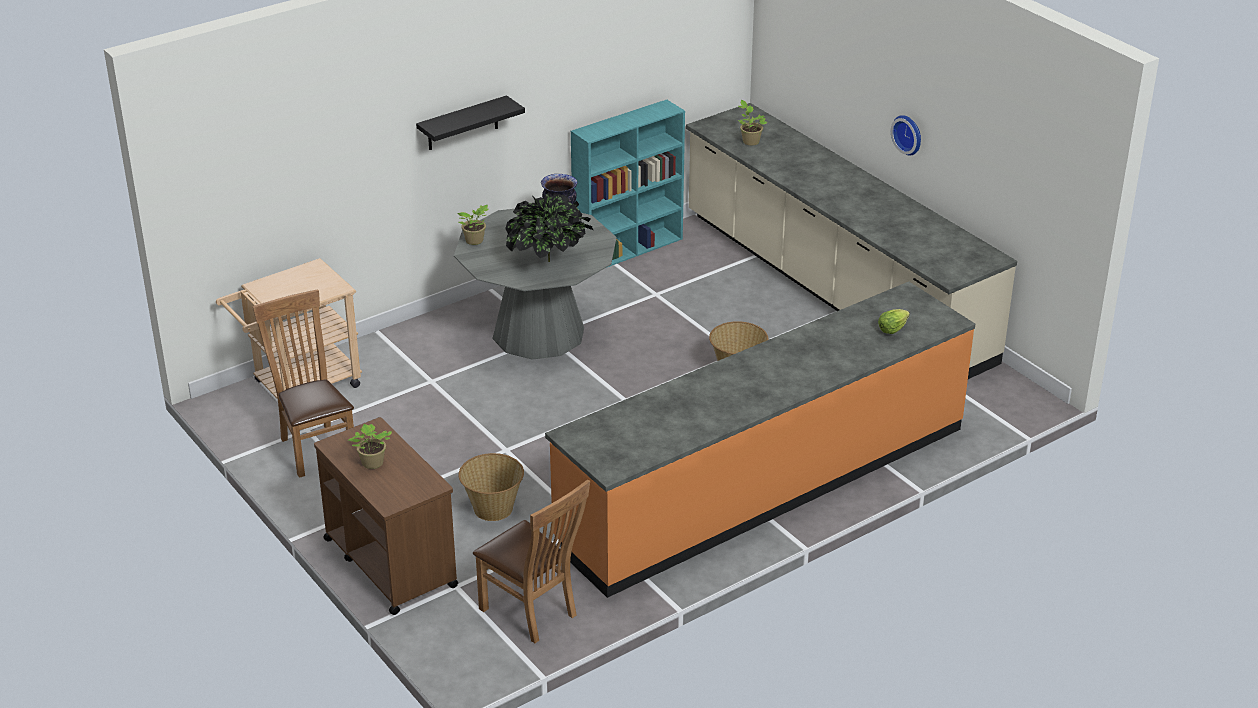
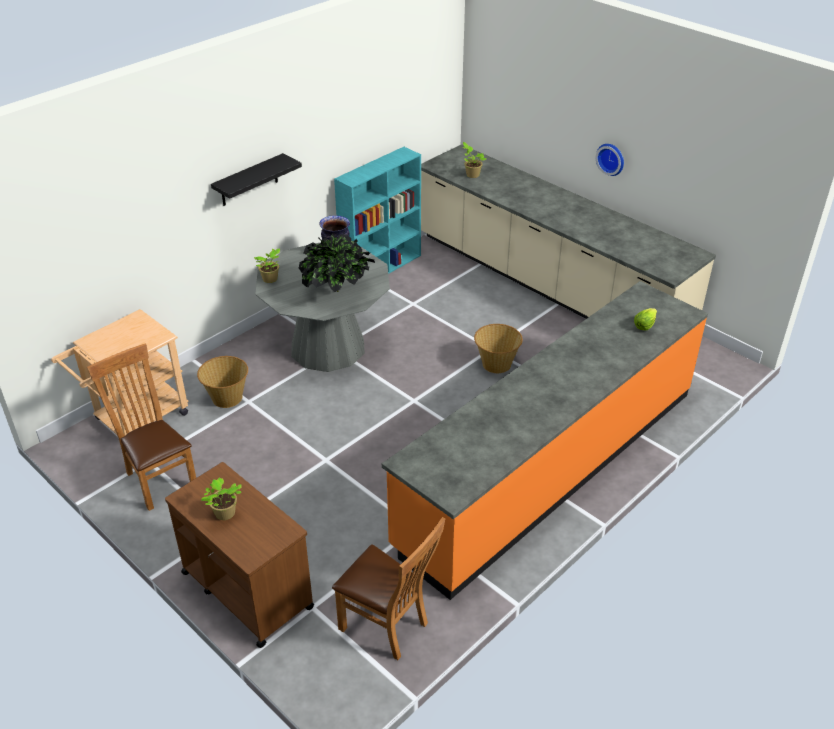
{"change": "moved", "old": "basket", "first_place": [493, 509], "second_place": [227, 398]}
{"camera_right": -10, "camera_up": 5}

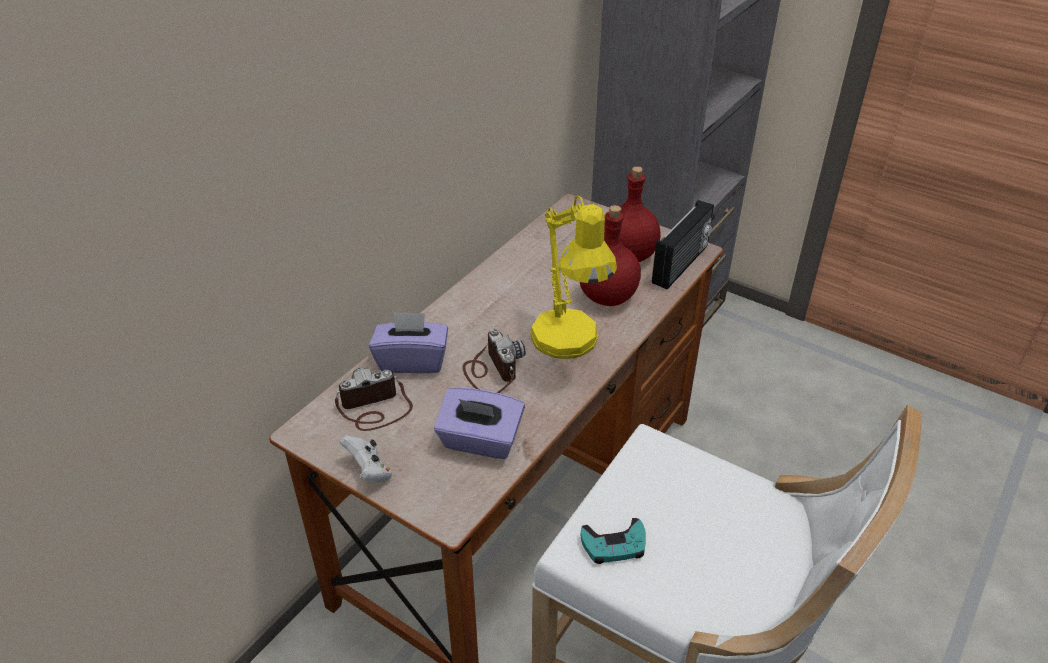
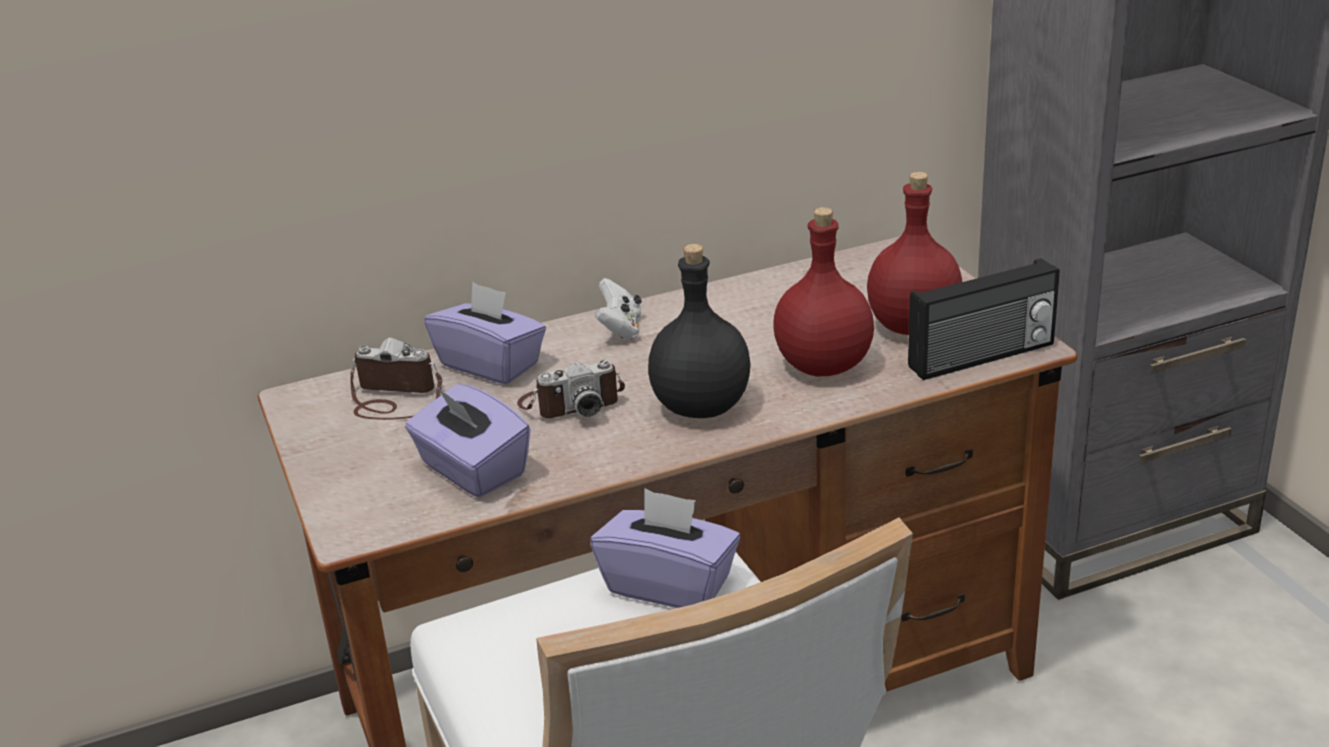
{"change": "replaced", "old": "yellowish lamp for a table", "new": "blackish drink bottle", "first_place": [569, 346], "second_place": [702, 406]}
{"change": "turned", "old": "still camera", "first_place": [491, 371], "second_place": [572, 402], "degrees": 60}
{"change": "moved", "old": "white game controller", "first_place": [369, 471], "second_place": [620, 329]}
{"change": "removed", "old": "blue-green game controller", "first_place": [614, 545]}
{"change": "added", "new": "purple-coloured tissue holder", "second_place": [669, 585]}
{"camera_right": 35, "camera_up": -10}

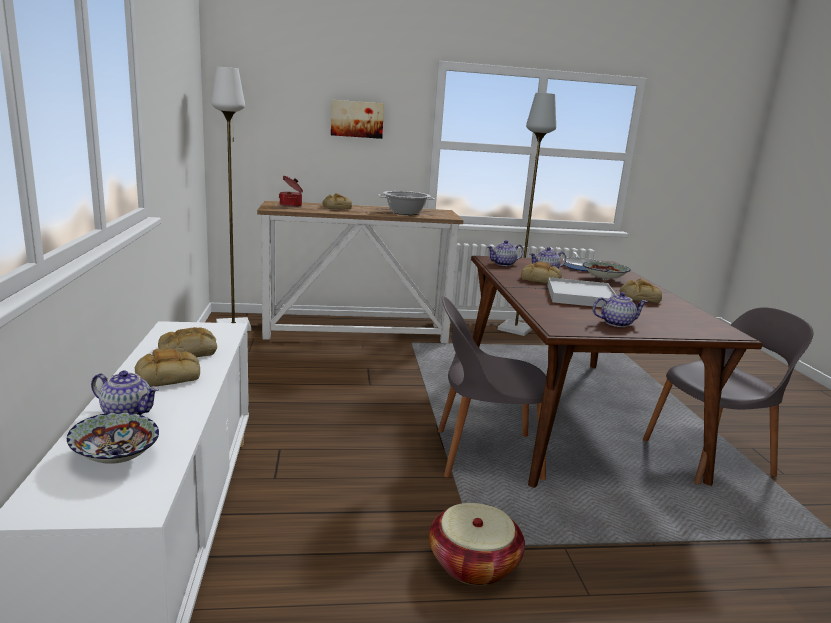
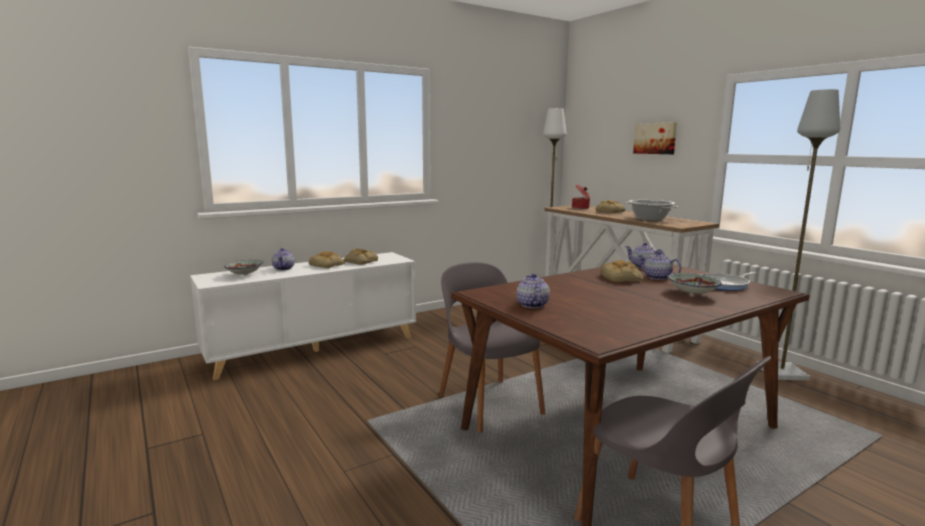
{"change": "removed", "old": "white tray", "first_place": [580, 297]}
{"change": "removed", "old": "bakery bread", "first_place": [639, 297]}
{"change": "turned", "old": "teapot", "first_place": [616, 323], "second_place": [531, 305], "degrees": -150}
{"change": "removed", "old": "basket", "first_place": [473, 563]}
{"camera_right": 65, "camera_up": -5}

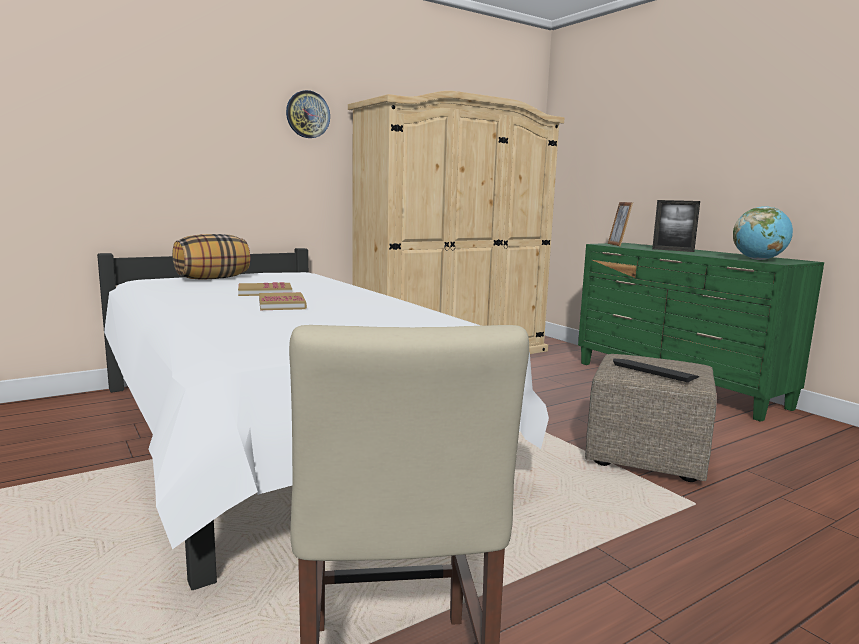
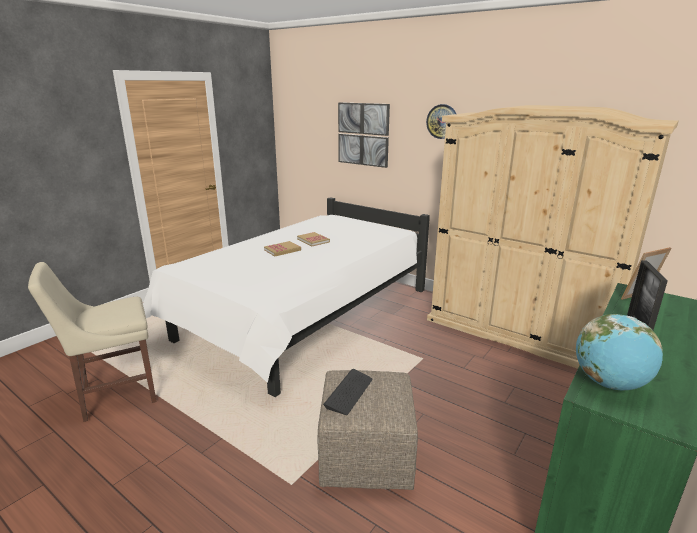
{"change": "removed", "old": "pillow", "first_place": [213, 279]}
{"change": "added", "new": "wall picture", "second_place": [363, 134]}
{"camera_right": 70, "camera_up": 10}

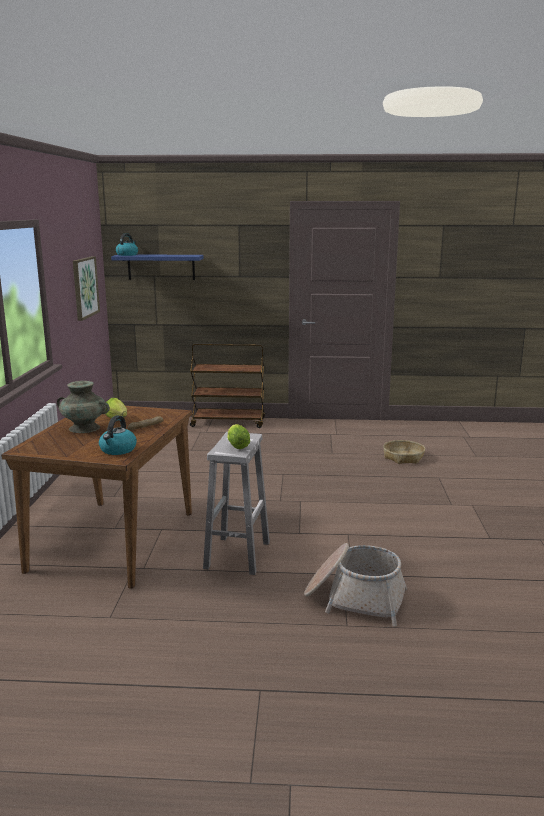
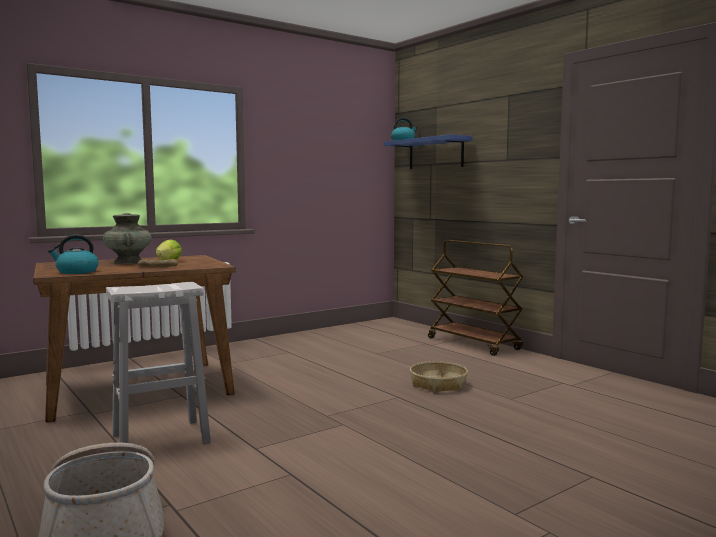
{"change": "removed", "old": "wall picture", "first_place": [84, 287]}
{"change": "removed", "old": "lettuce", "first_place": [237, 446]}
{"change": "moved", "old": "basket", "first_place": [403, 457], "second_place": [438, 384]}
{"camera_right": 50, "camera_up": -10}

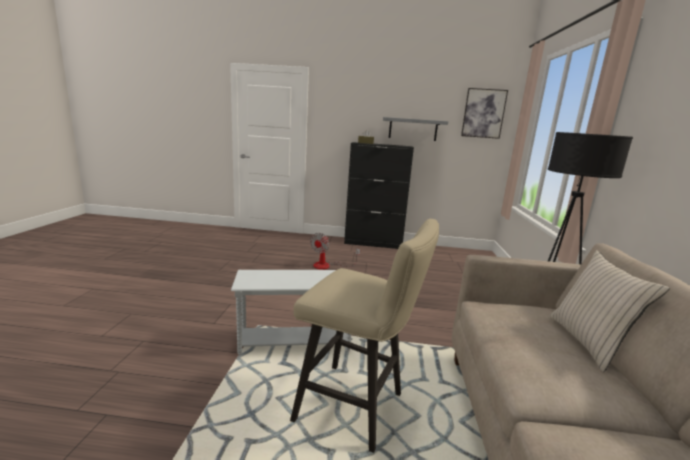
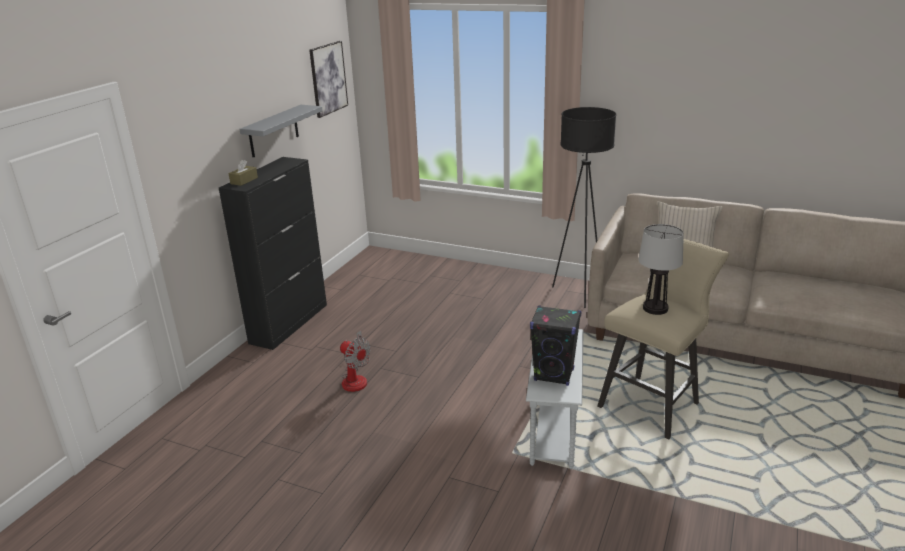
{"change": "added", "new": "lamp for a table", "second_place": [654, 308]}
{"change": "added", "new": "blackish speaker", "second_place": [554, 375]}
{"camera_right": -70, "camera_up": 10}

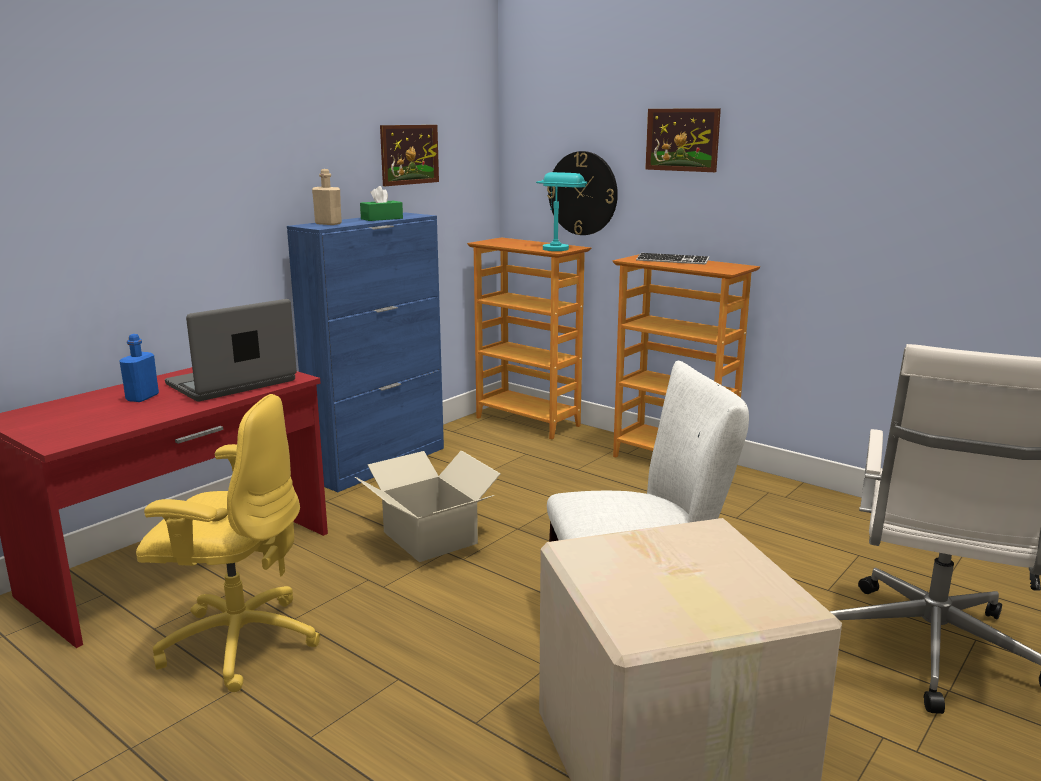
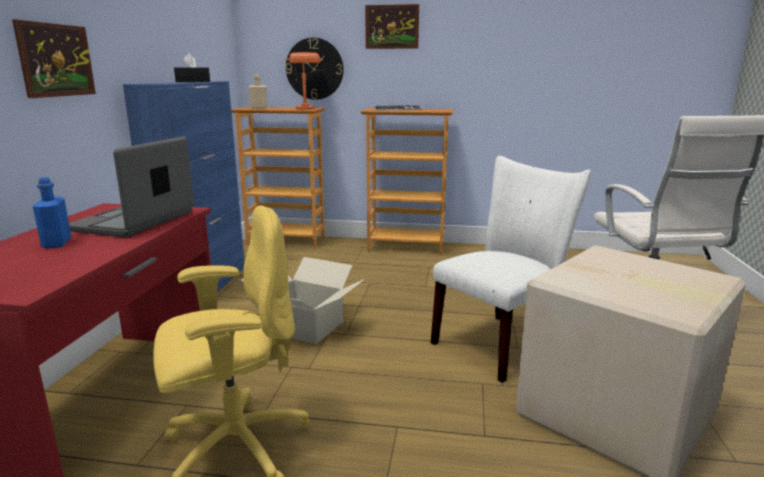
{"change": "moved", "old": "wall picture", "first_place": [409, 154], "second_place": [56, 60]}
{"change": "moved", "old": "sand-coloured drink bottle", "first_place": [328, 224], "second_place": [258, 108]}
{"change": "recoloured", "old": "blue-green lamp for a table", "new": "orange lamp for a table", "first_place": [559, 248], "second_place": [305, 108]}
{"change": "recoloured", "old": "greenish tissue holder", "new": "blackish tissue holder", "first_place": [382, 218], "second_place": [193, 81]}
{"camera_right": -30, "camera_up": 0}

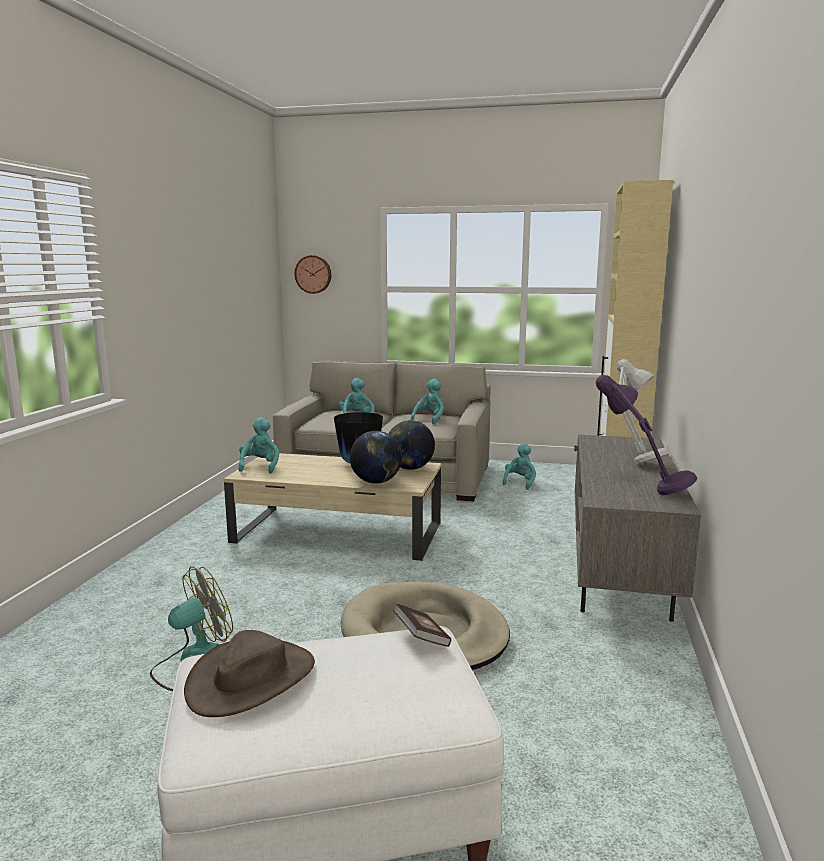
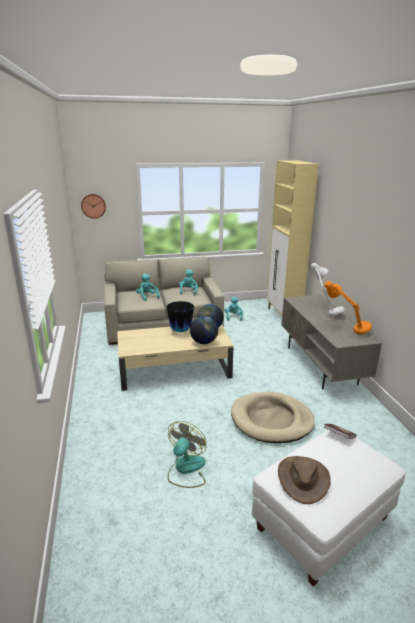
{"change": "recoloured", "old": "purple-coloured lamp for a table", "new": "orange lamp for a table", "first_place": [640, 486], "second_place": [344, 330]}
{"change": "removed", "old": "blue-green soft toy", "first_place": [260, 467]}
{"camera_right": -25, "camera_up": 10}

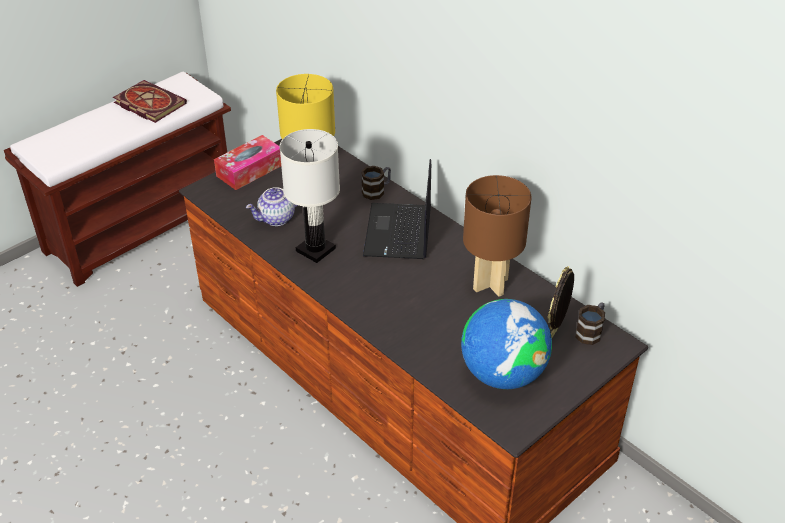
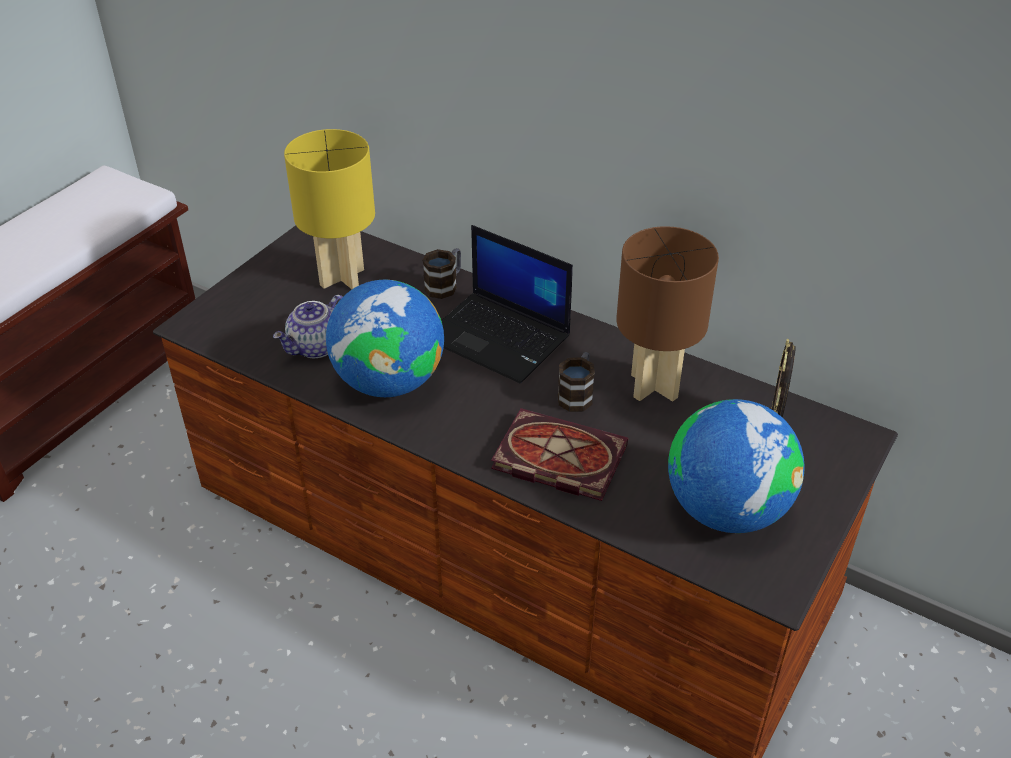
{"change": "moved", "old": "bound book", "first_place": [148, 104], "second_place": [555, 458]}
{"change": "replaced", "old": "white lamp for a table", "new": "desk globe", "first_place": [315, 250], "second_place": [388, 382]}
{"change": "removed", "old": "tissue holder", "first_place": [250, 170]}
{"change": "turned", "old": "notebook computer", "first_place": [399, 233], "second_place": [499, 337], "degrees": -45}
{"change": "moved", "old": "mug", "first_place": [590, 331], "second_place": [577, 394]}
{"camera_right": -15, "camera_up": 0}

